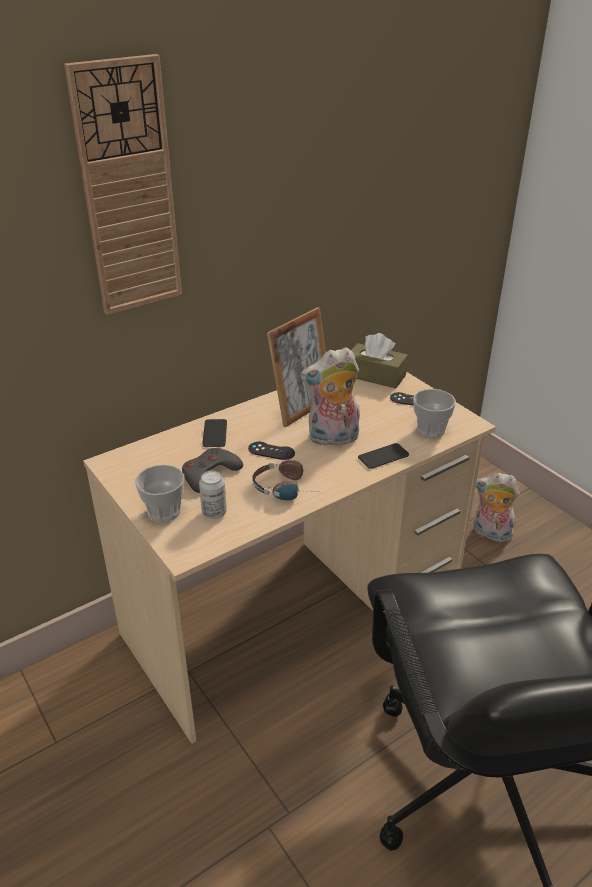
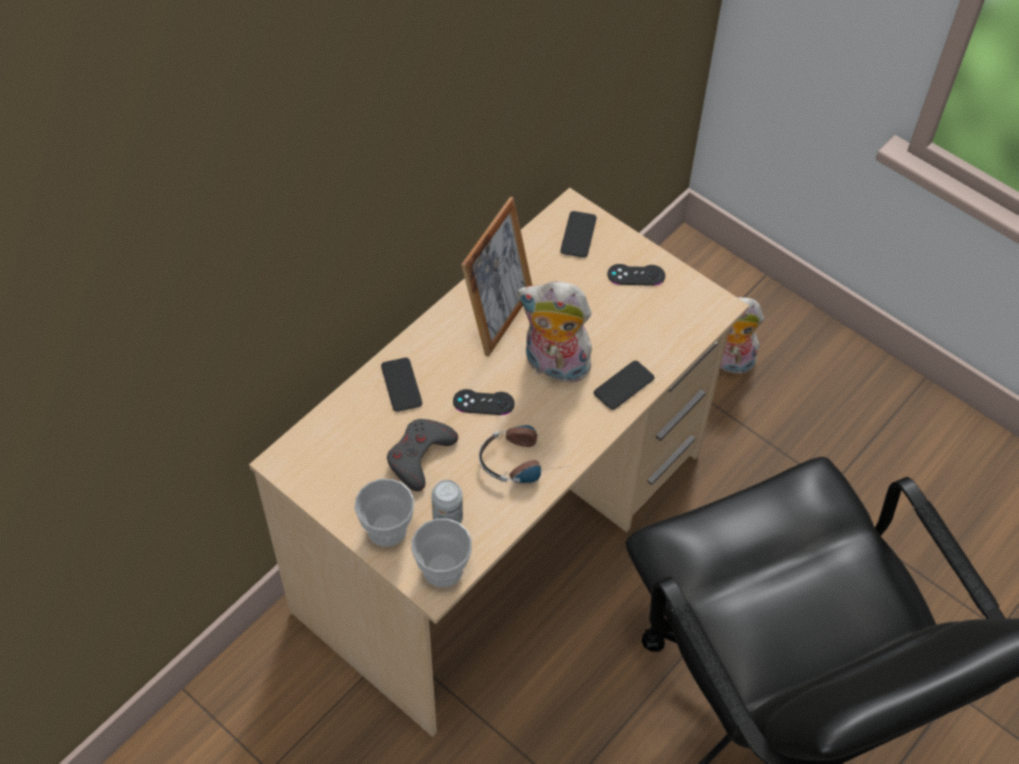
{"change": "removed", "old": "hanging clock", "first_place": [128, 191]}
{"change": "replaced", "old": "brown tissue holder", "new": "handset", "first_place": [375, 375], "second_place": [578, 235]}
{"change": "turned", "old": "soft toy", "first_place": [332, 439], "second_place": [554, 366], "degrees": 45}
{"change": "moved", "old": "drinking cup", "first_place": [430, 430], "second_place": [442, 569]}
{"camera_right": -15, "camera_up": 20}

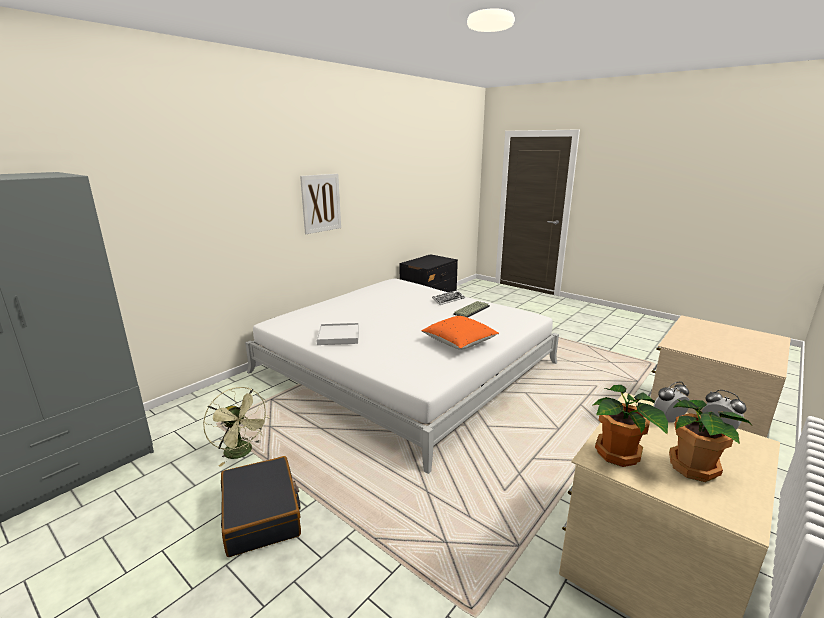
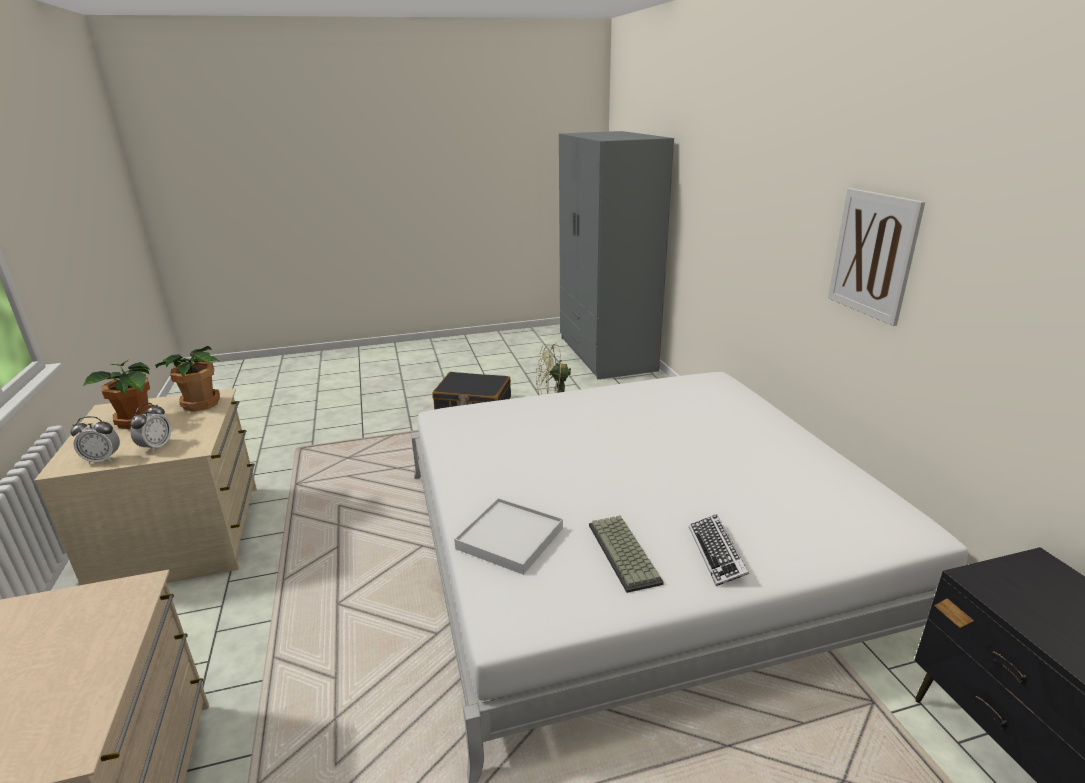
{"change": "removed", "old": "orange pillow", "first_place": [459, 343]}
{"change": "moved", "old": "white tray", "first_place": [339, 336], "second_place": [509, 538]}
{"camera_right": 125, "camera_up": 5}

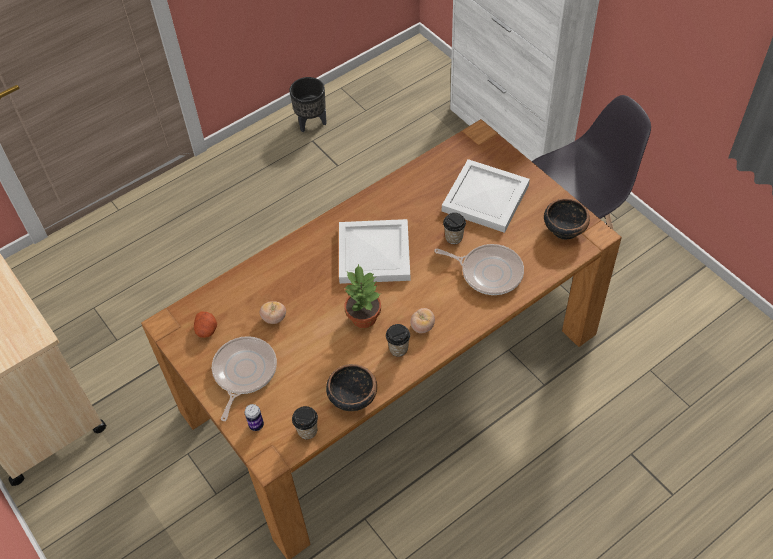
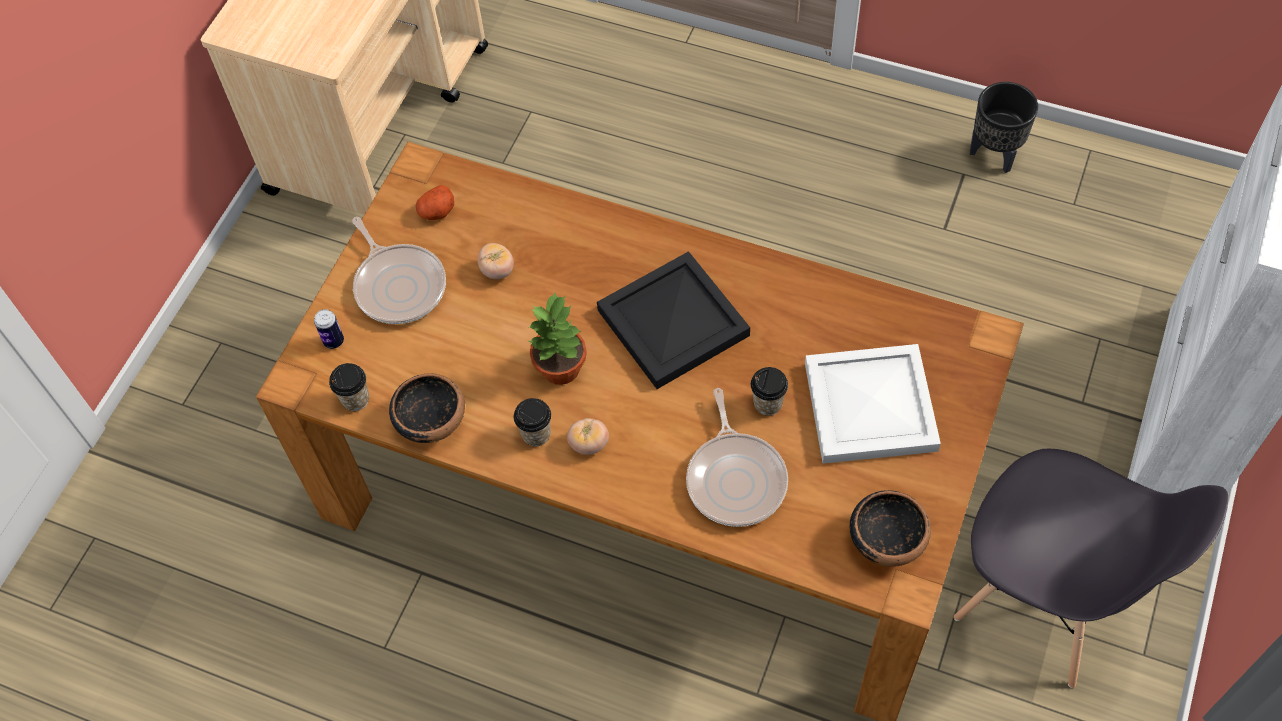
{"change": "recoloured", "old": "white tray", "new": "blackish tray", "first_place": [375, 253], "second_place": [675, 323]}
{"change": "turned", "old": "skillet", "first_place": [243, 372], "second_place": [399, 285], "degrees": 75}
{"camera_right": 60, "camera_up": 5}

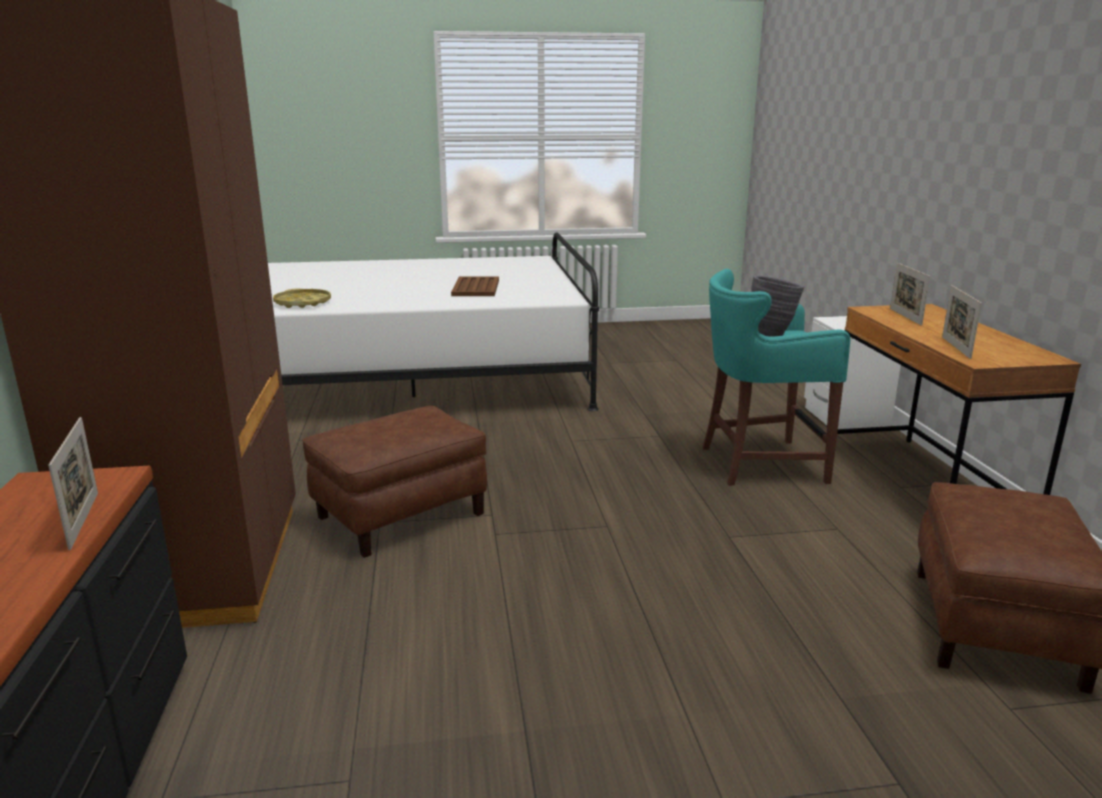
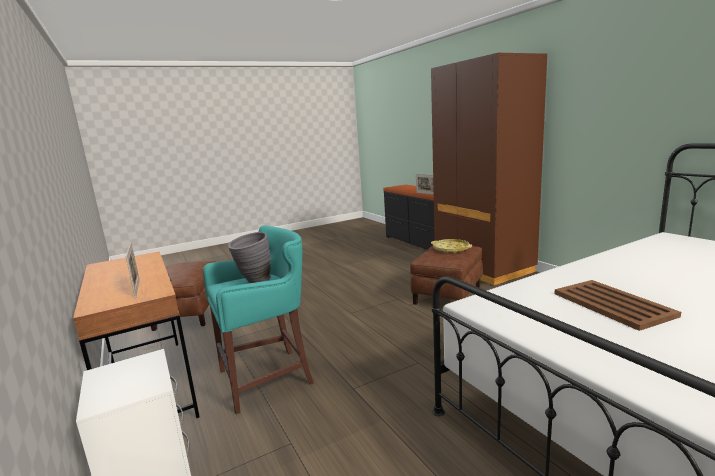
{"change": "removed", "old": "photo frame", "first_place": [956, 347]}
{"change": "moved", "old": "yellowish tray", "first_place": [303, 303], "second_place": [451, 249]}
{"camera_right": 160, "camera_up": -5}

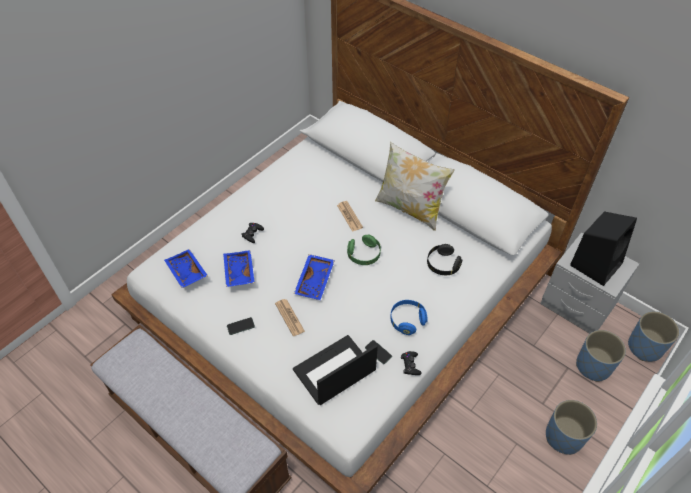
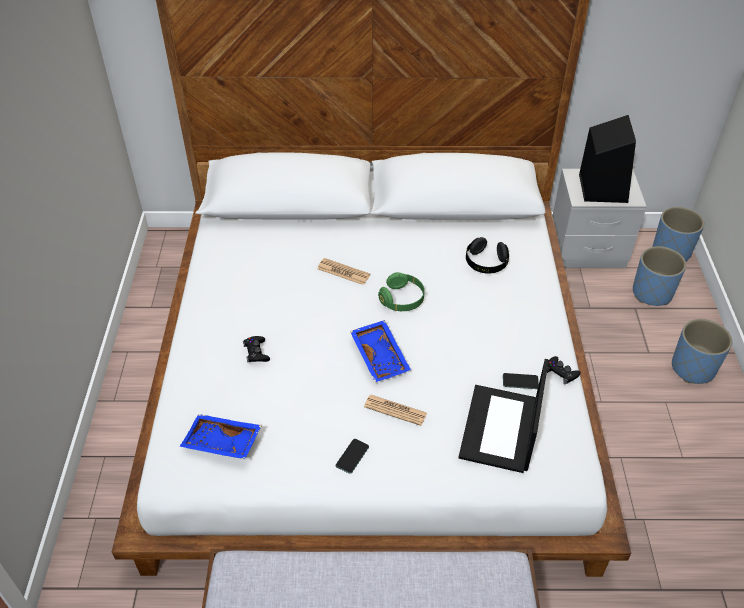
{"change": "removed", "old": "pillow", "first_place": [410, 209]}
{"change": "removed", "old": "blue-coloured tray", "first_place": [238, 272]}
{"change": "removed", "old": "blue-coloured pair of headphones", "first_place": [407, 320]}
{"camera_right": -40, "camera_up": -5}

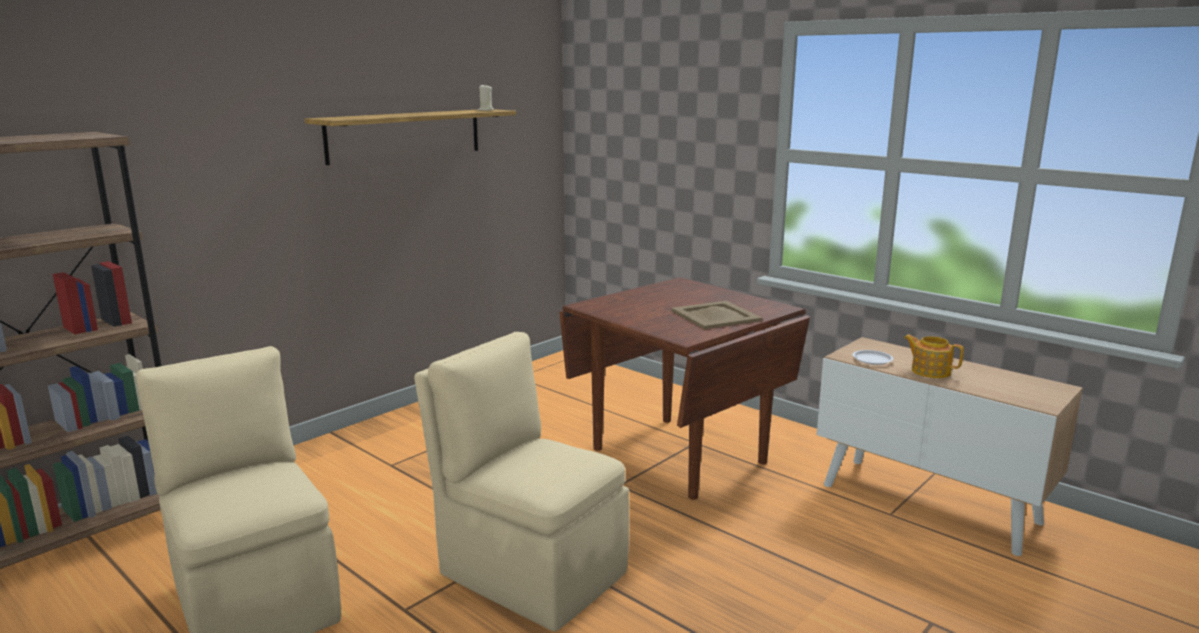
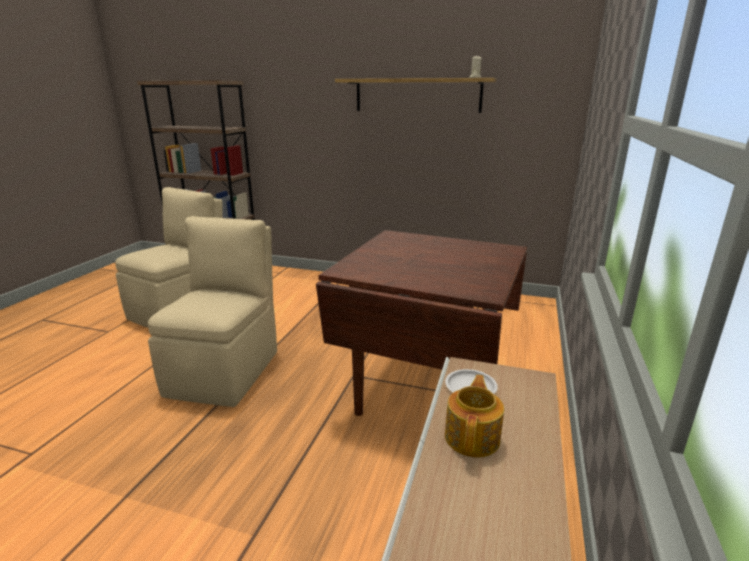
{"change": "removed", "old": "sand-coloured tray", "first_place": [715, 316]}
{"camera_right": 65, "camera_up": 5}

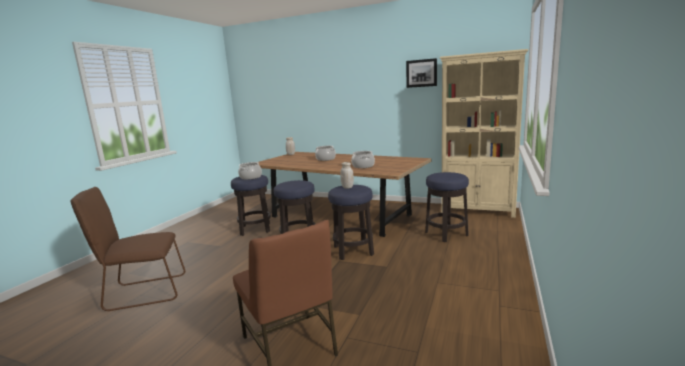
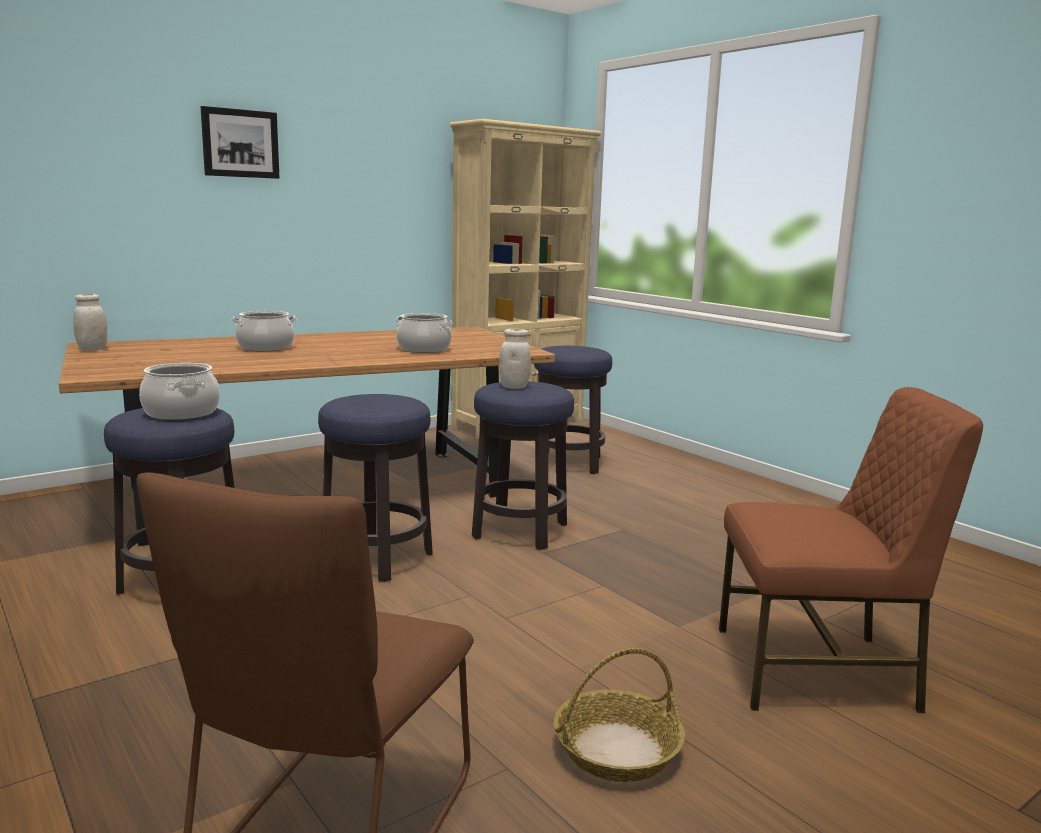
{"change": "moved", "old": "wall picture", "first_place": [421, 73], "second_place": [240, 143]}
{"change": "added", "new": "basket", "second_place": [617, 749]}
{"camera_right": -60, "camera_up": 0}

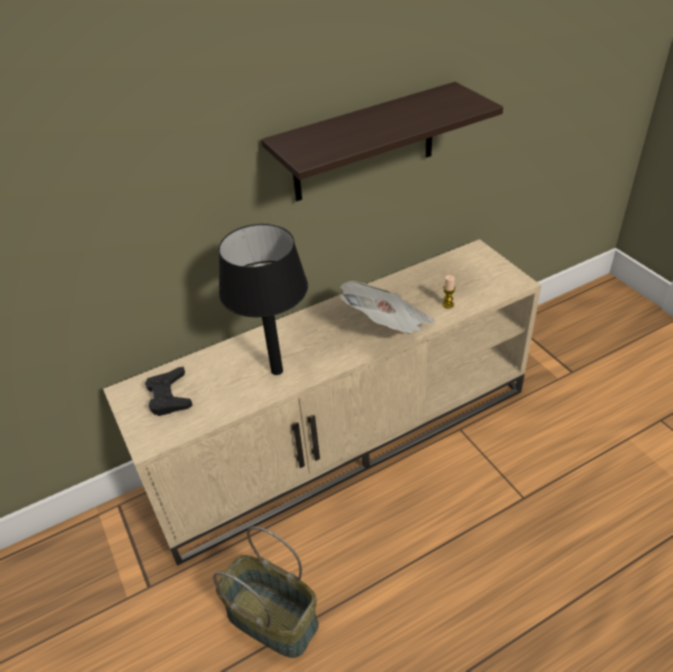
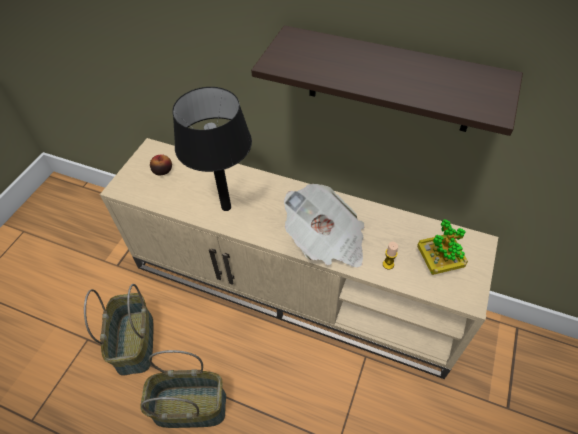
{"change": "replaced", "old": "blackish game controller", "new": "apple fruit", "first_place": [169, 396], "second_place": [162, 170]}
{"change": "added", "new": "potted plant", "second_place": [438, 262]}
{"change": "added", "new": "basket", "second_place": [191, 405]}
{"camera_right": 50, "camera_up": 10}

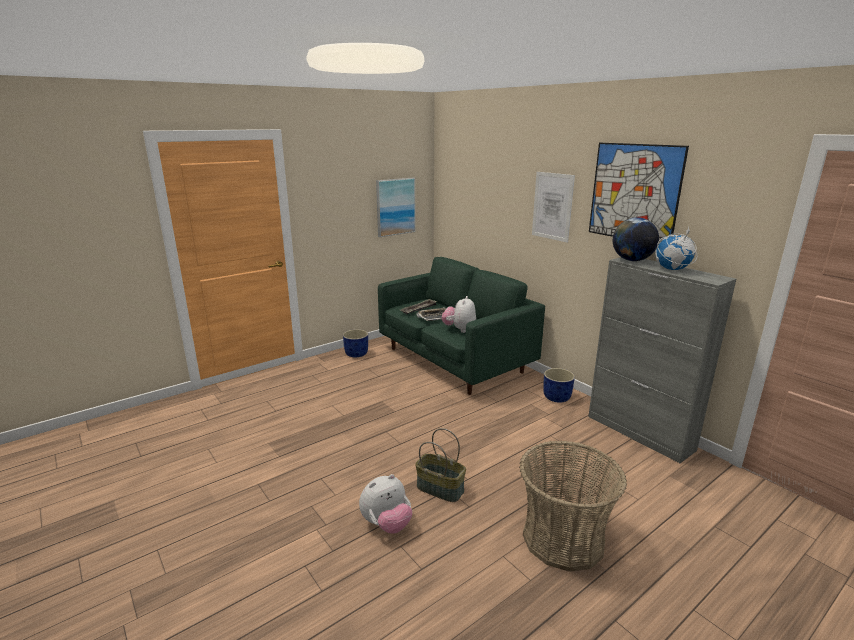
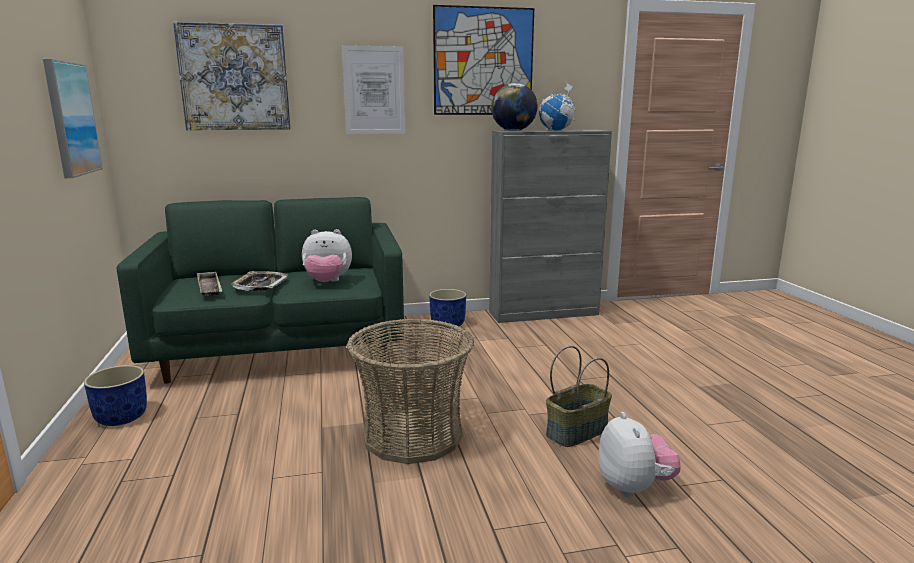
{"change": "turned", "old": "soft toy", "first_place": [459, 329], "second_place": [327, 282], "degrees": -45}
{"change": "moved", "old": "basket", "first_place": [563, 538], "second_place": [413, 435]}
{"change": "added", "new": "wall picture", "second_place": [234, 77]}
{"camera_right": -65, "camera_up": -5}

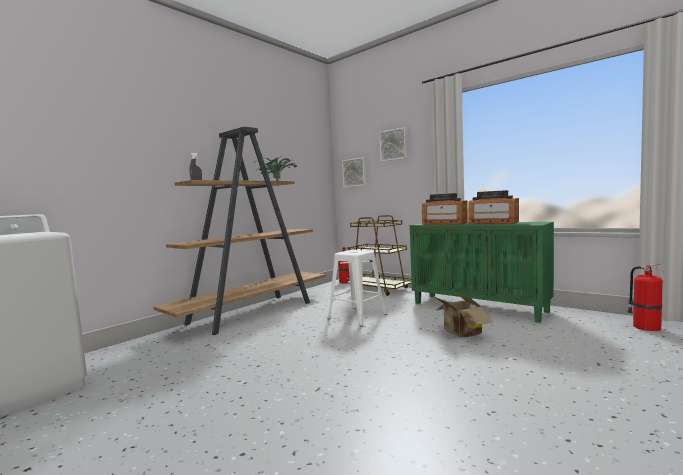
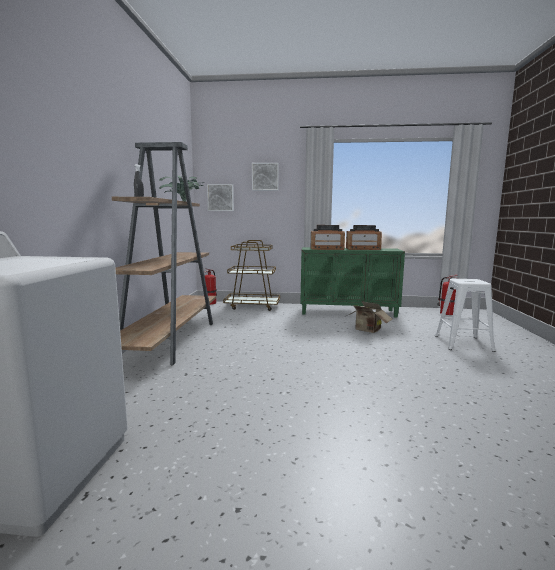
{"change": "moved", "old": "white sitting stool", "first_place": [358, 316], "second_place": [463, 343]}
{"camera_right": -35, "camera_up": 5}

